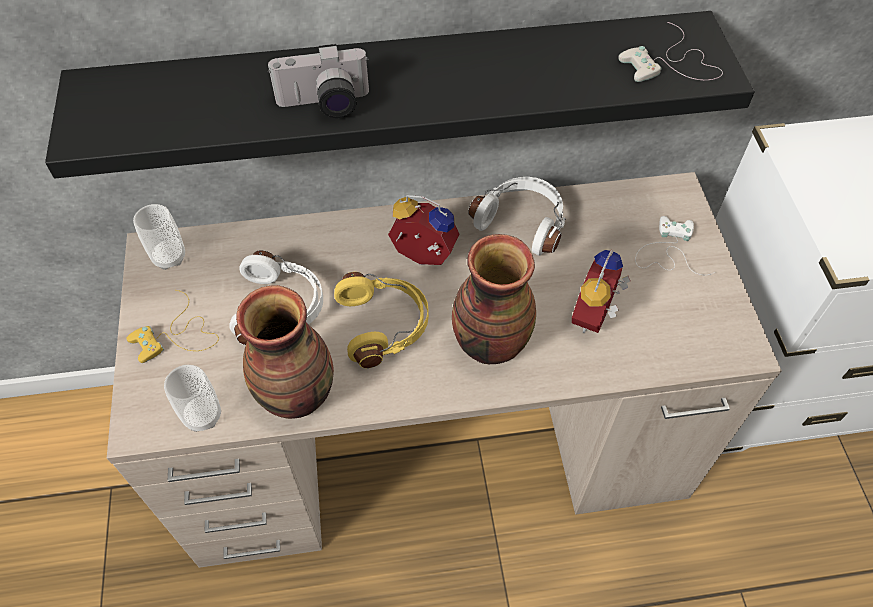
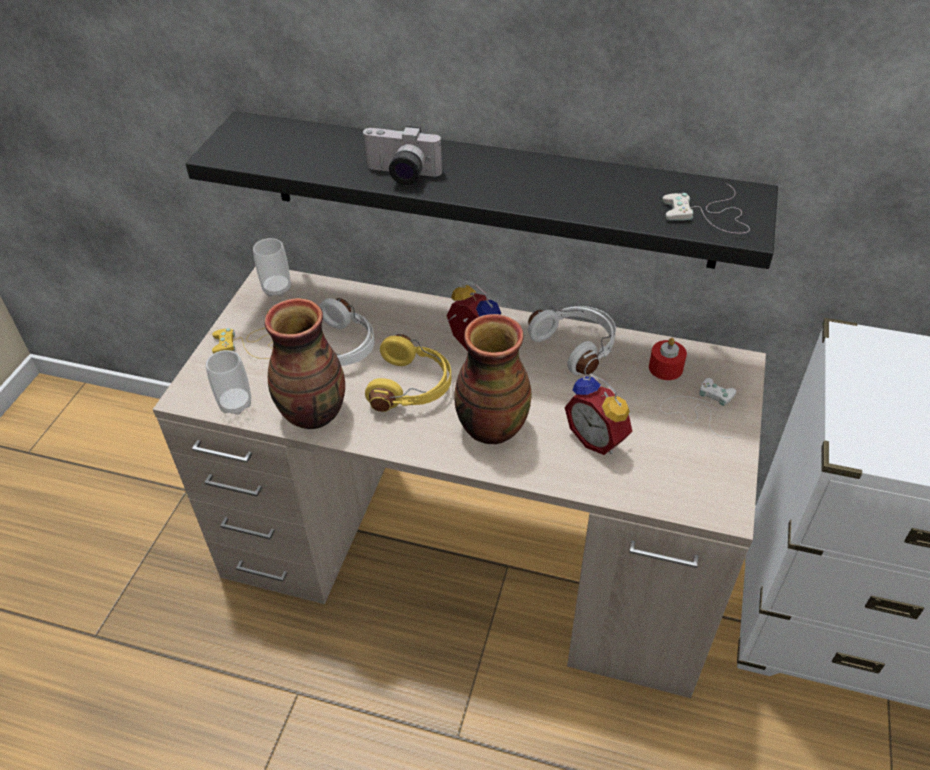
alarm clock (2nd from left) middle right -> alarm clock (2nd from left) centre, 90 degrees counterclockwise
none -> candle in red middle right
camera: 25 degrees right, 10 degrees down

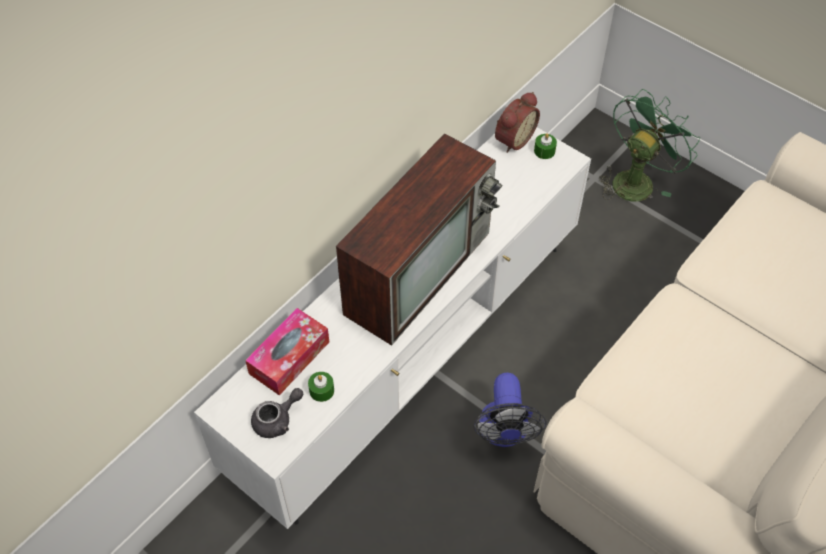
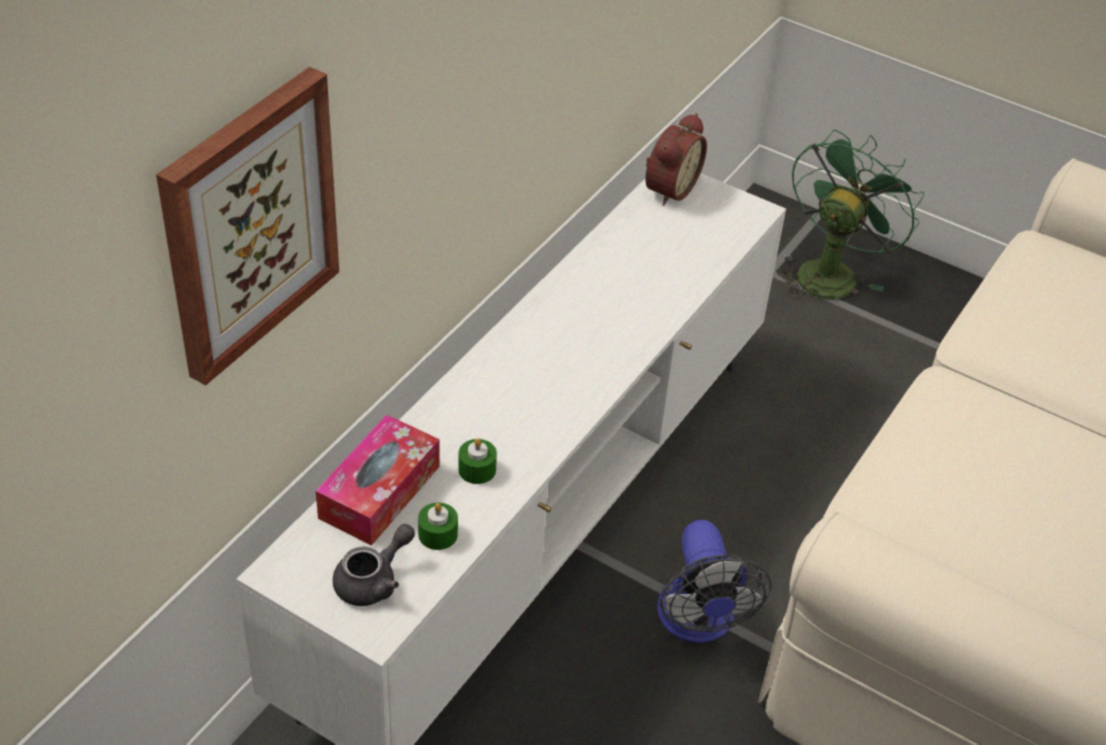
none -> picture top left
candle in green (2nd from left) top centre -> candle in green (2nd from left) centre, moved
television centre -> none
camera: 10 degrees left, 10 degrees down

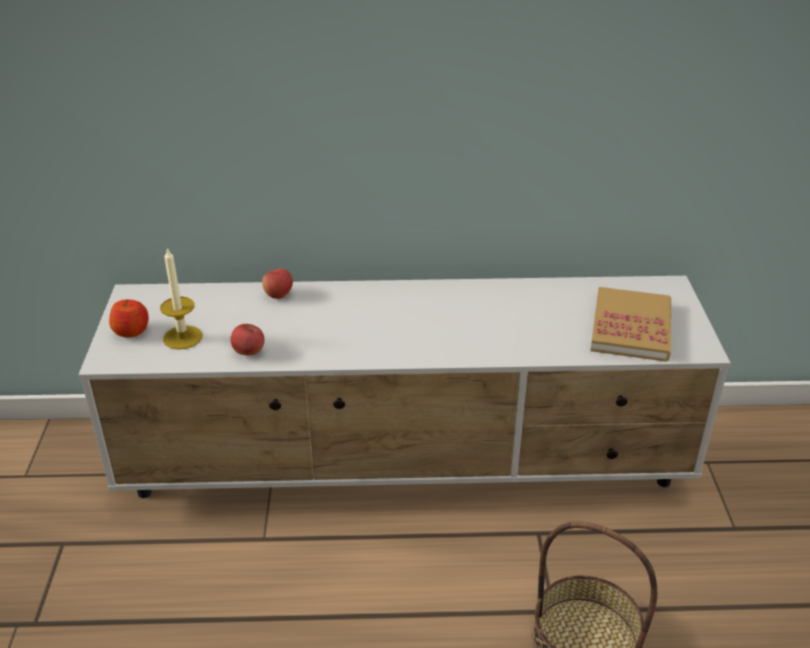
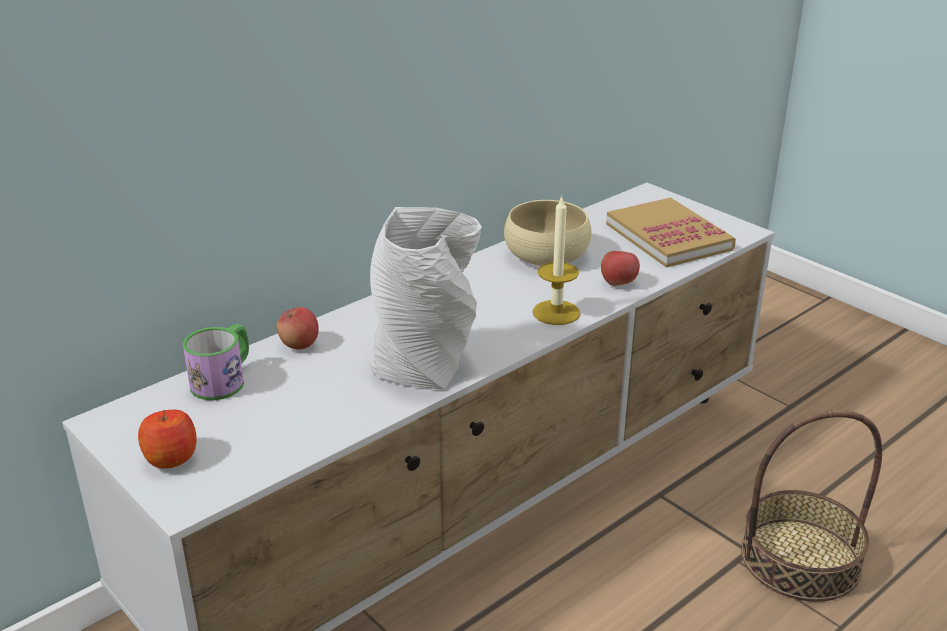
none -> mug middle left
none -> vase in grey centre
none -> bowl in beige centre
candle middle left -> candle centre, moved
apple (2nd from left in the first image) middle left -> apple (3rd from left) centre, moved
camera: 40 degrees left, 5 degrees down

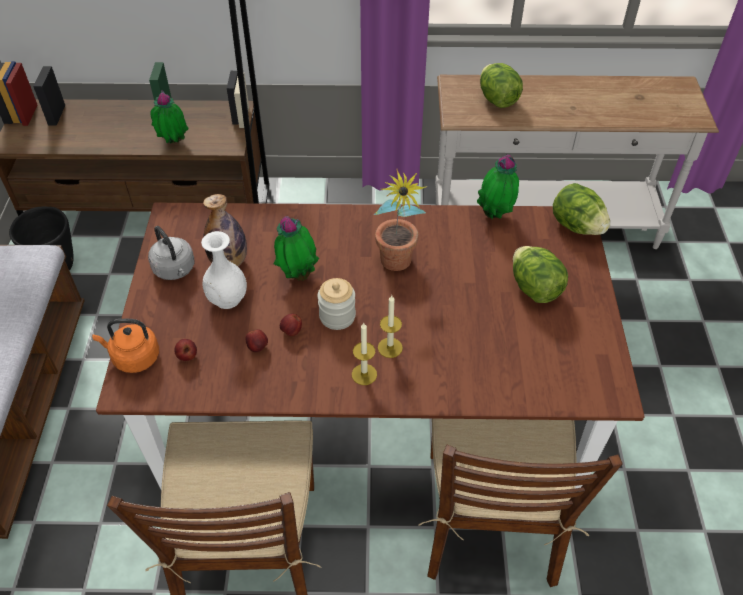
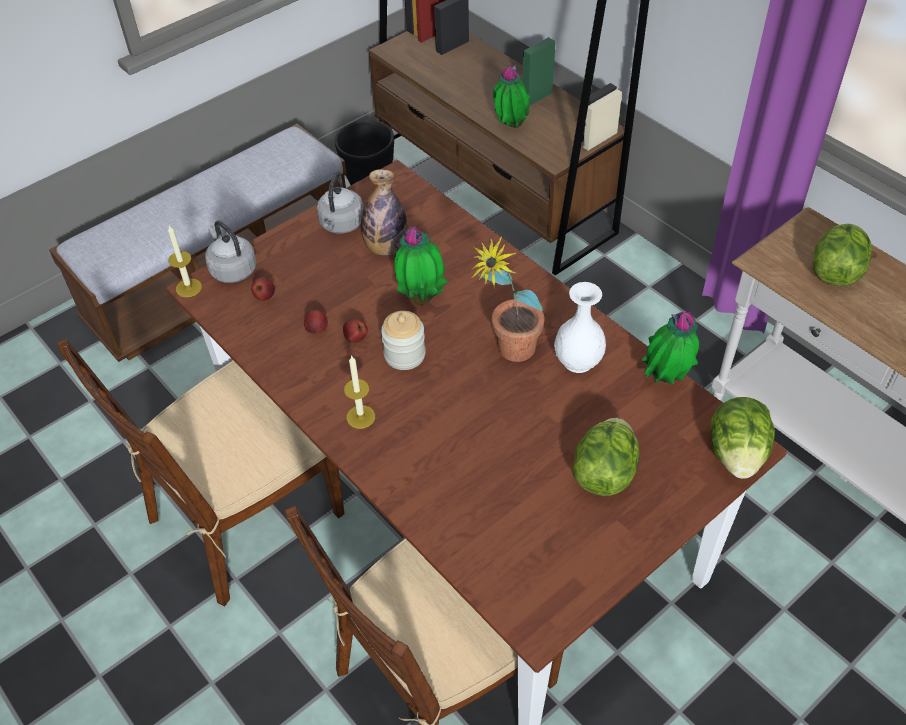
candle (2nd from left in the first image) centre -> candle (1st from left) middle left, moved
kettle in orange middle left -> kettle in grey (1st from left) middle left
vase in white middle left -> vase in white centre, moved
camera: 50 degrees right, 0 degrees up

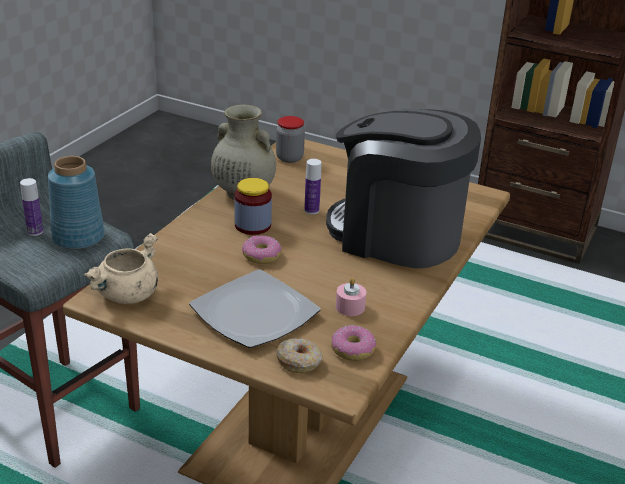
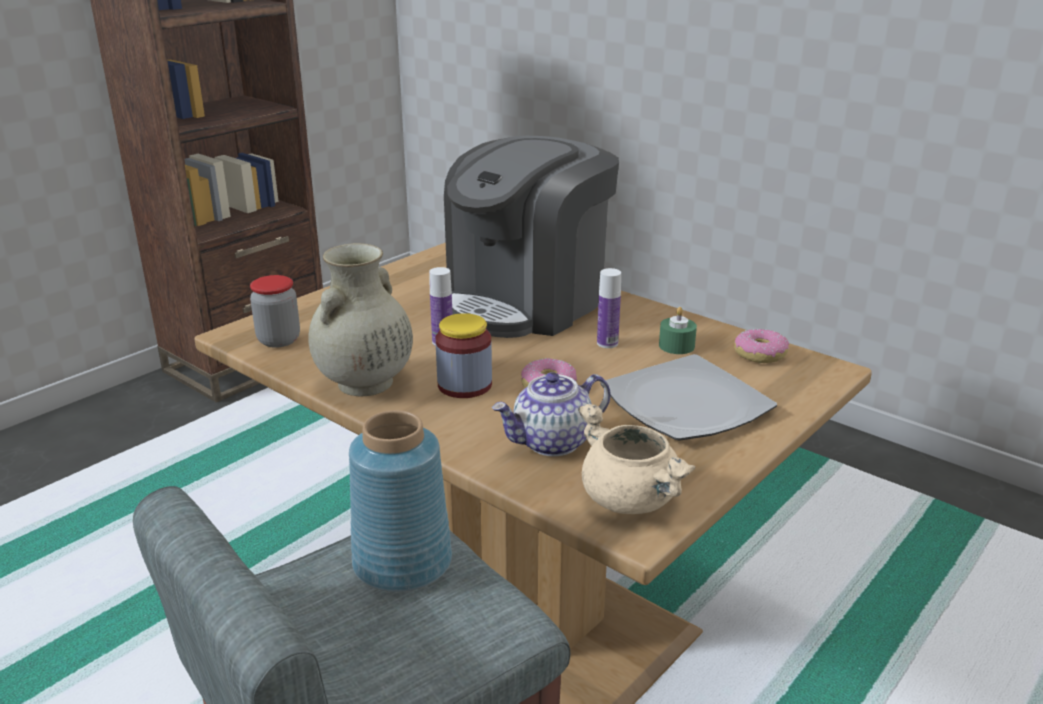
none -> teapot centre
bottle (1st from left in the first image) middle left -> bottle (2nd from left) centre, moved
candle in pink centre -> candle in green centre
donut (2nd from left) bottom centre -> none
camera: 75 degrees left, 5 degrees down

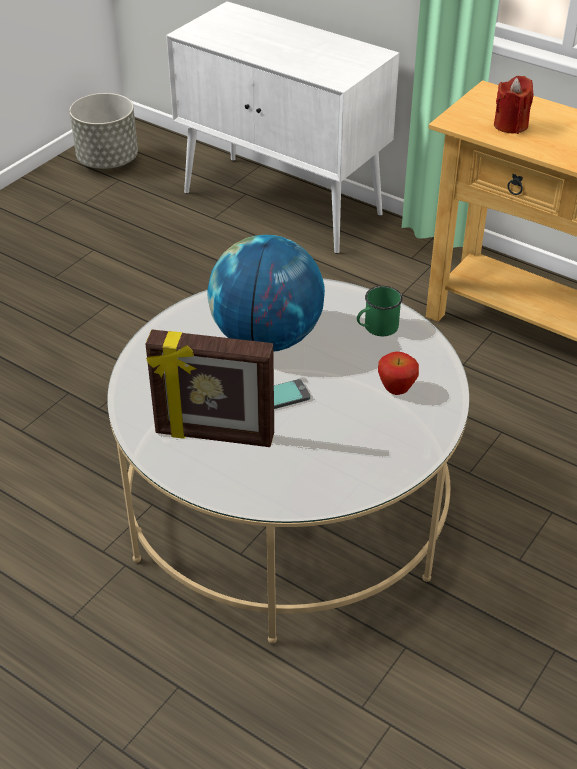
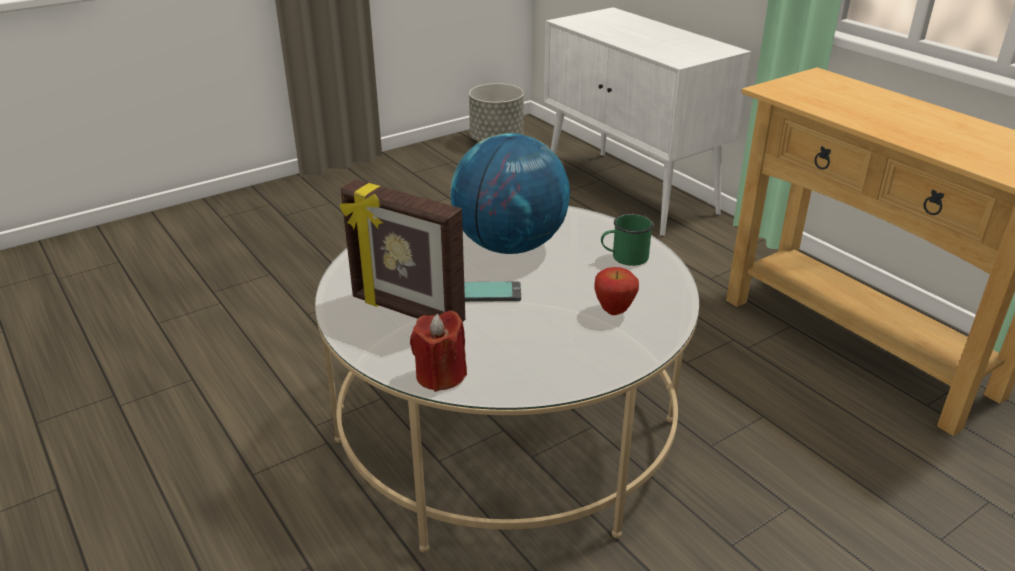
candle in red top right -> candle in red centre, moved
camera: 20 degrees right, 10 degrees down

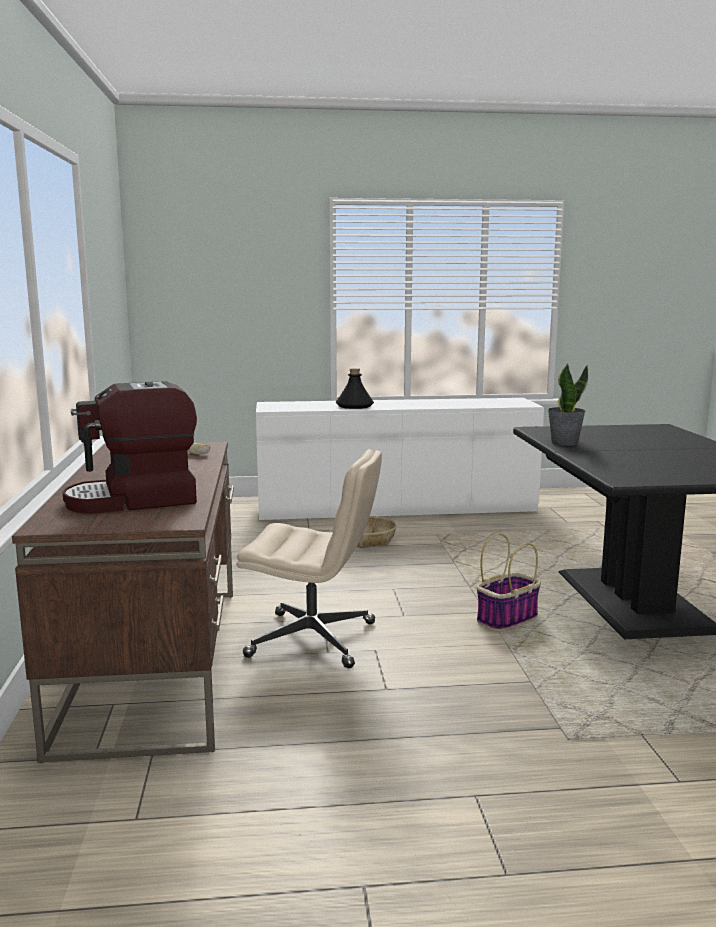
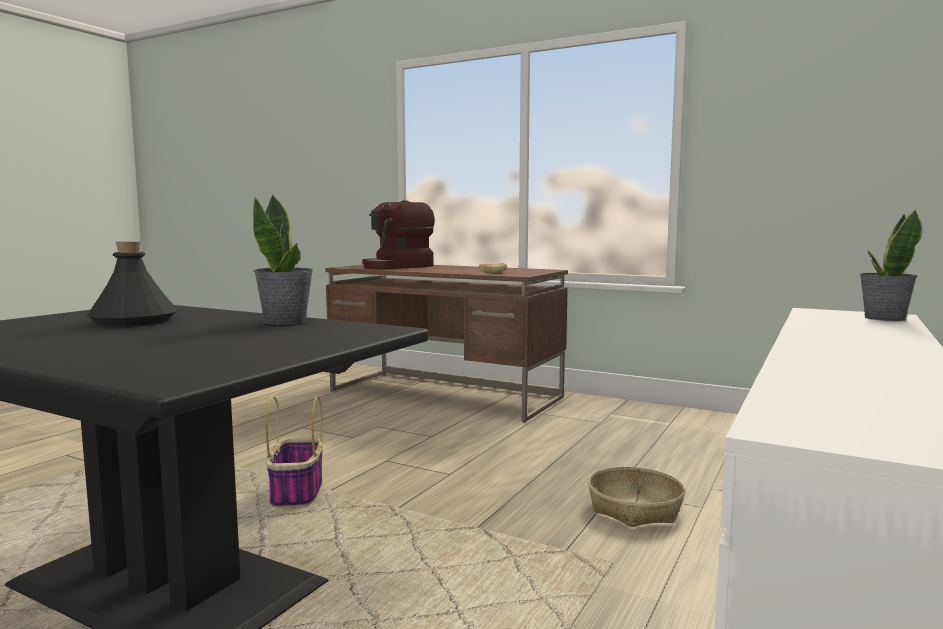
bottle in black centre -> bottle in black middle left, moved
coffee machine middle left -> coffee machine centre, 150 degrees counterclockwise
none -> potted plant (2nd from left) middle right
office chair in beige centre -> none
camera: 125 degrees right, 5 degrees down

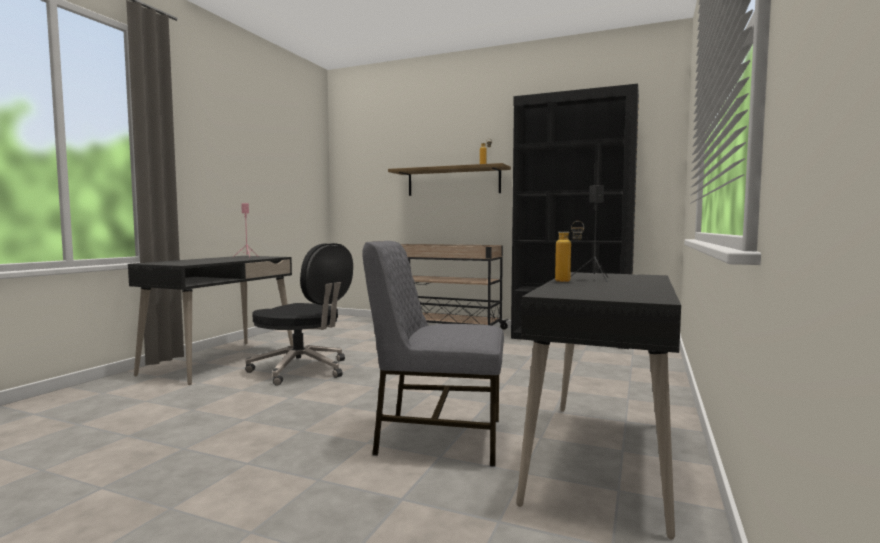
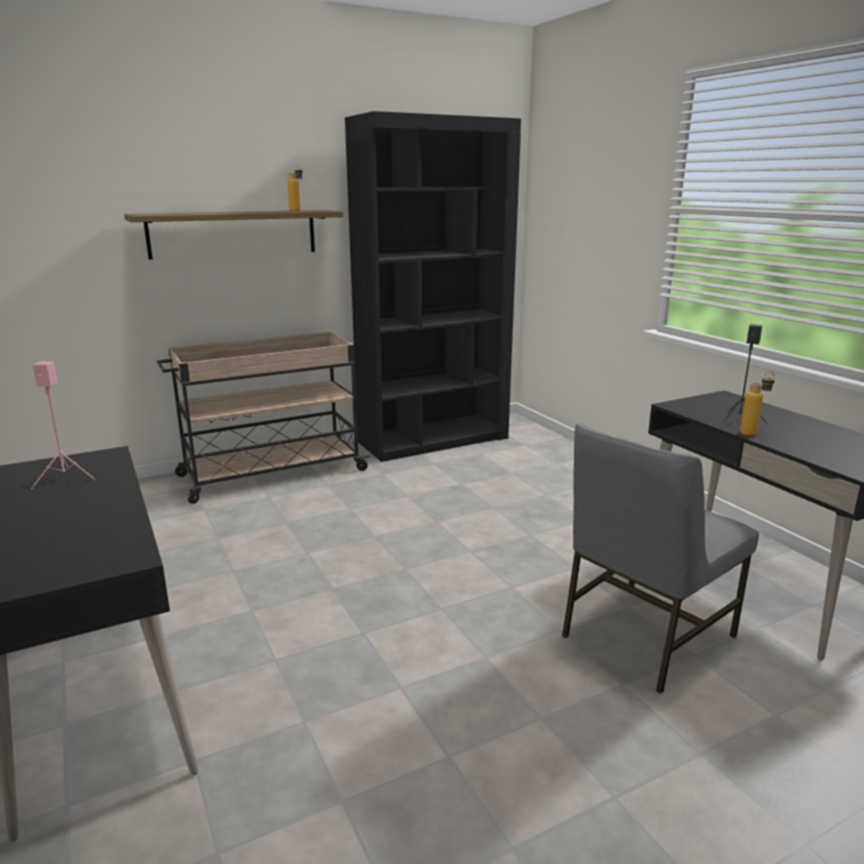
office chair in black centre -> none
camera: 50 degrees left, 15 degrees up

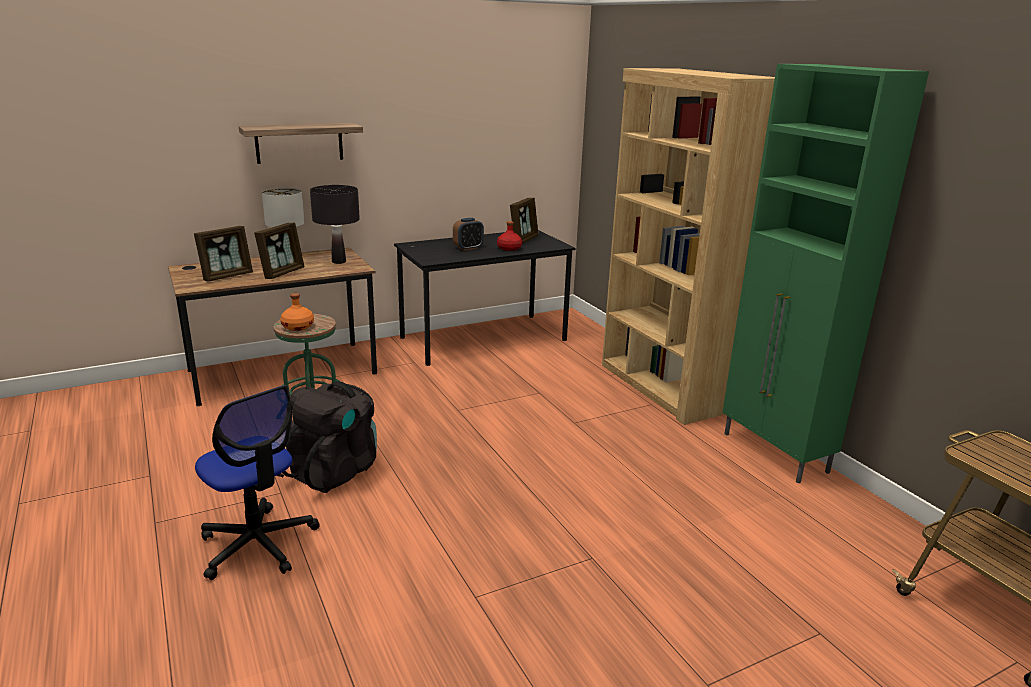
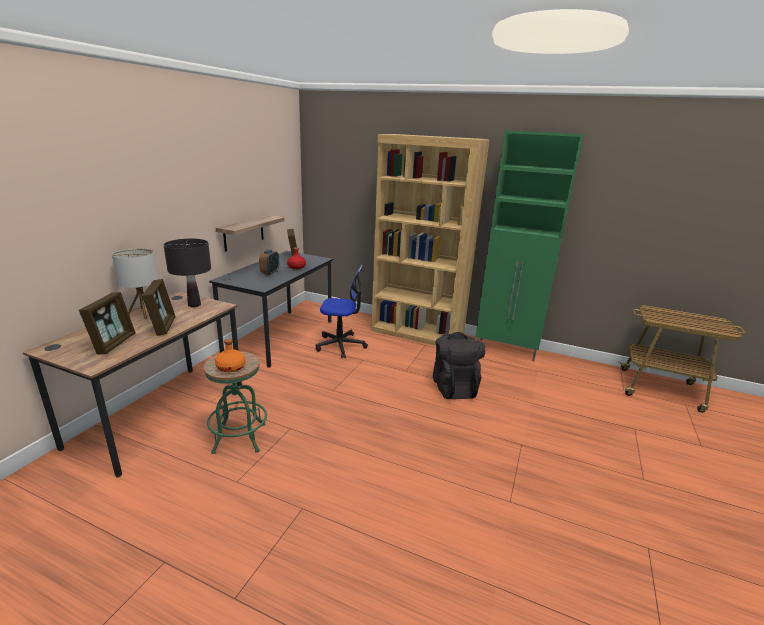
shelf top left -> shelf middle left, moved
office chair bottom left -> office chair centre, moved
backpack in black middle left -> backpack in black centre, moved
camera: 40 degrees left, 0 degrees up

